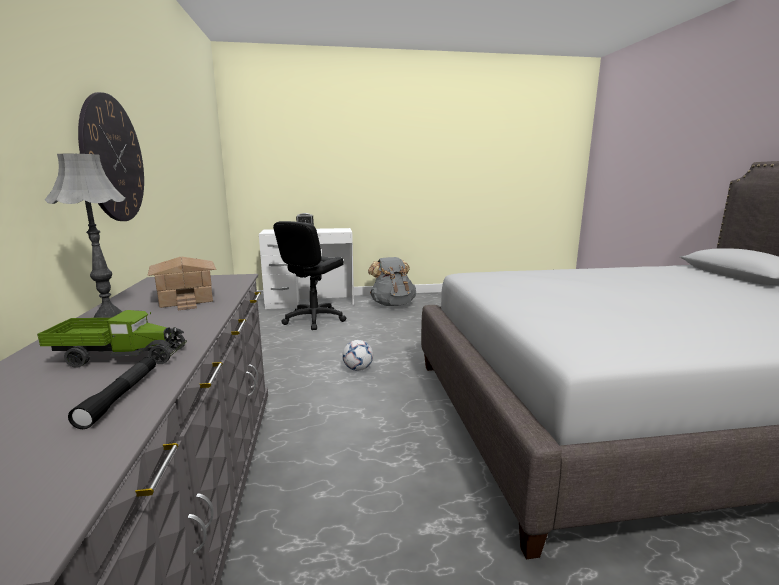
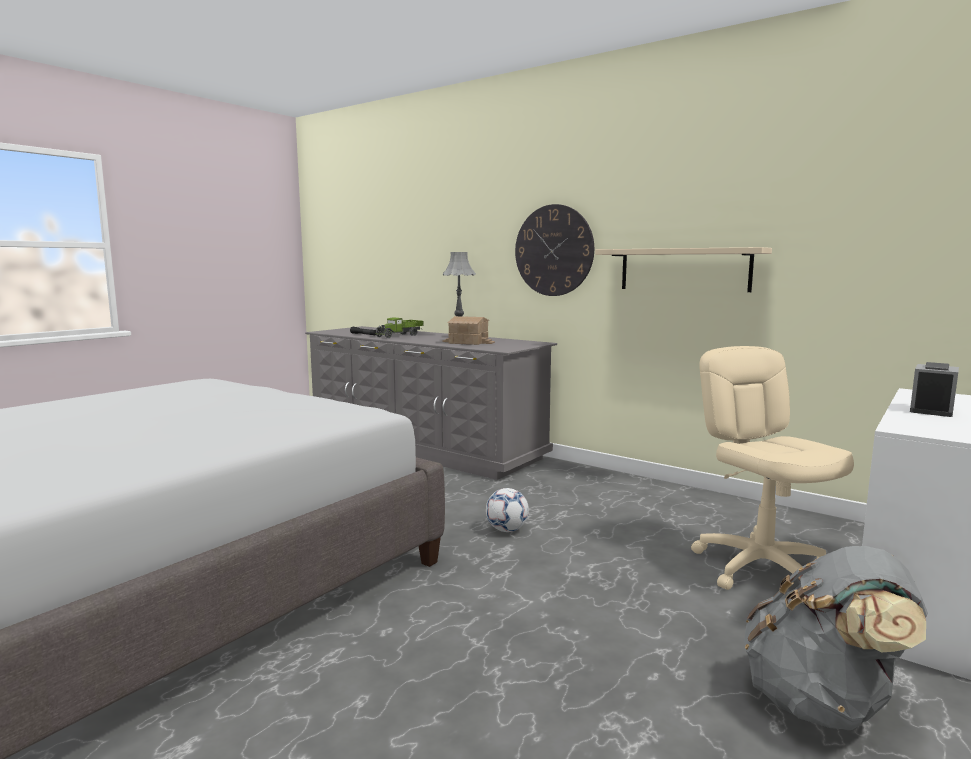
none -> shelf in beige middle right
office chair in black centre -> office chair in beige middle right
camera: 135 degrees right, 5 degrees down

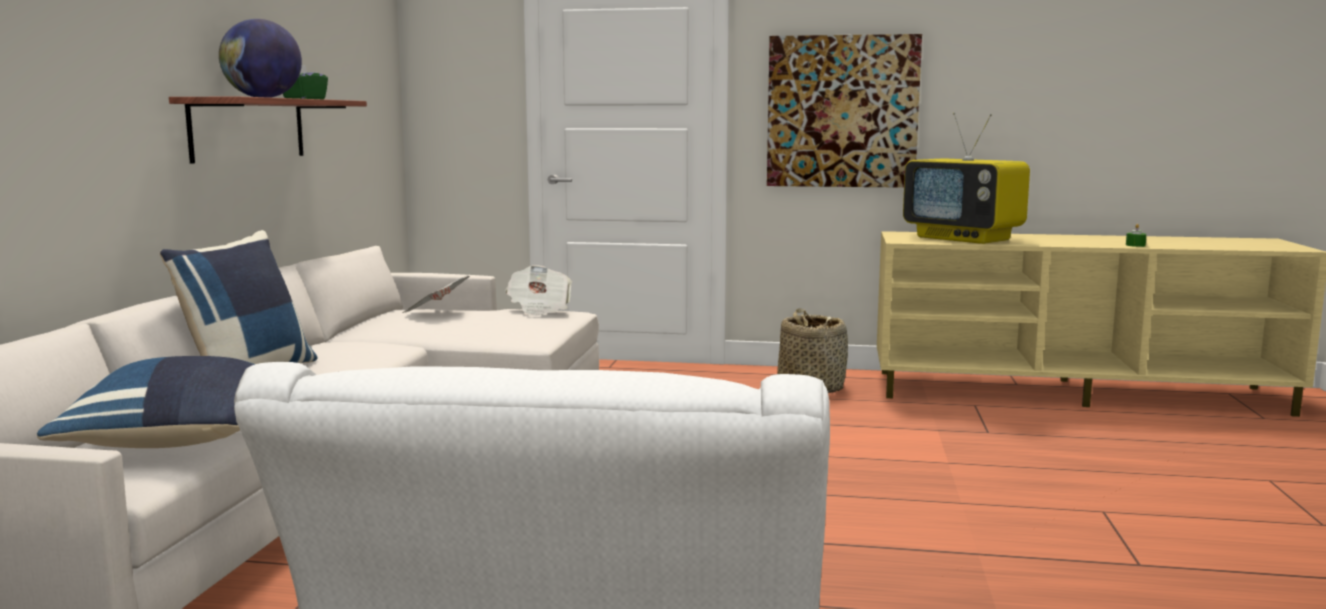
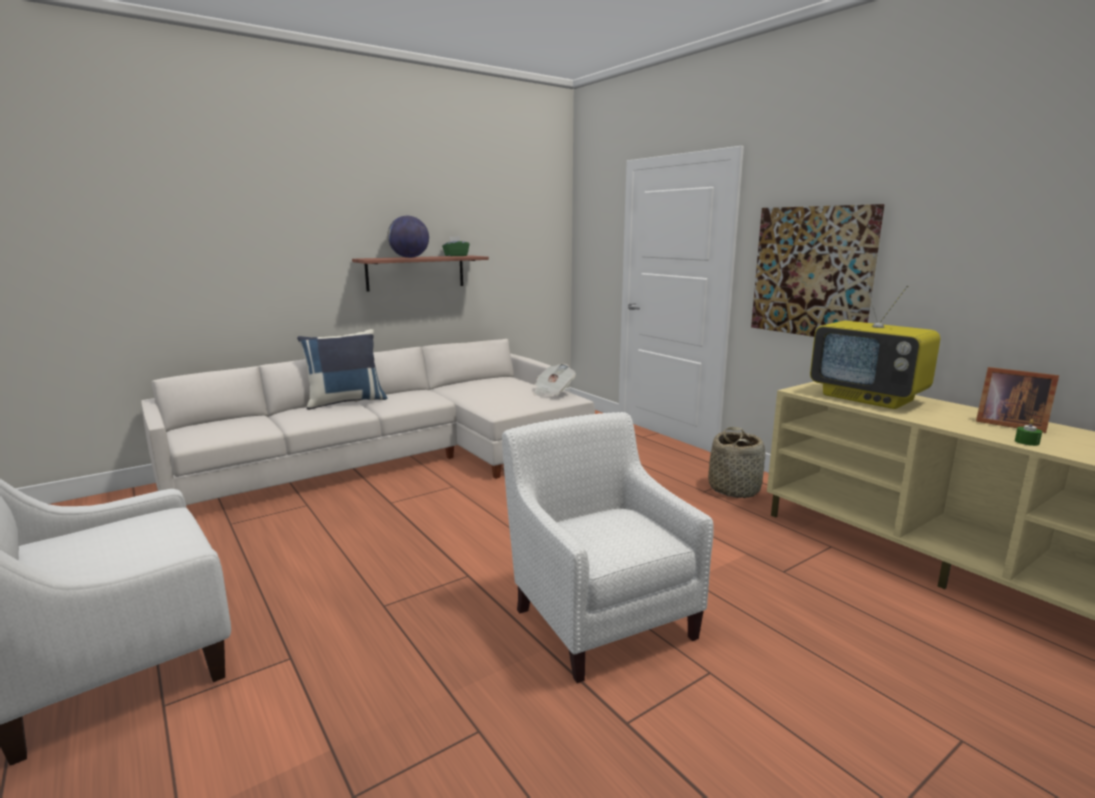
none -> armchair in white (2nd from left) bottom centre
television top right -> television middle right, 45 degrees counterclockwise
none -> picture frame middle right
pillow in blue (1st from left) middle left -> none
newspaper (1st from left) middle left -> none
camera: 45 degrees right, 5 degrees up

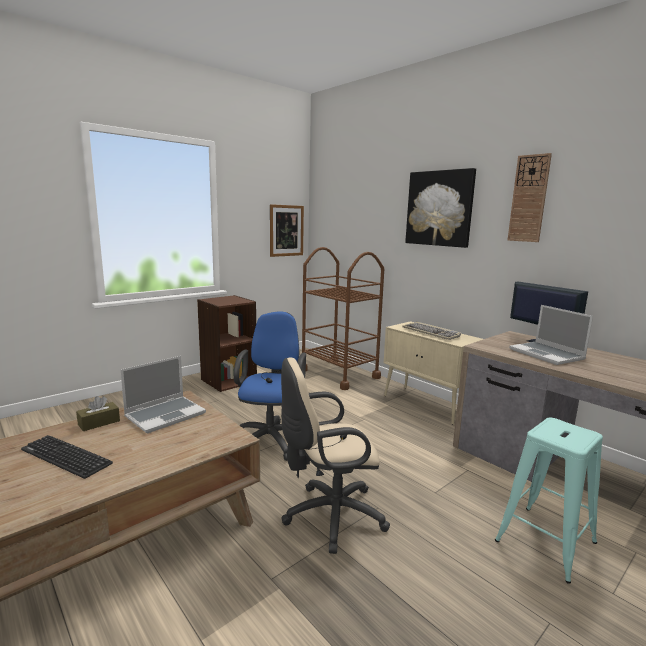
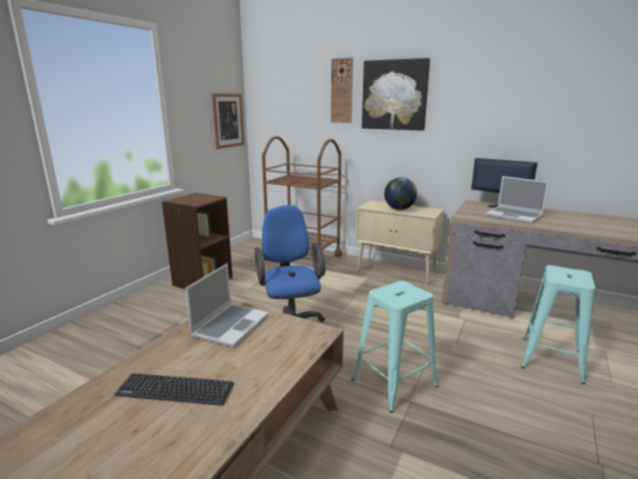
wall clock top right -> wall clock top centre, moved
office chair in beige bottom centre -> stool in turquoise (1st from left) bottom centre
keyboard (2nd from left) middle right -> globe centre
tissue box in brown middle left -> none
camera: 20 degrees left, 5 degrees up

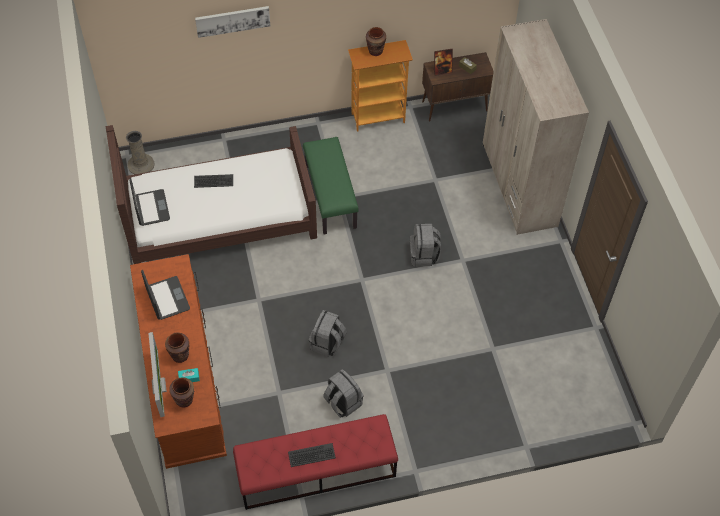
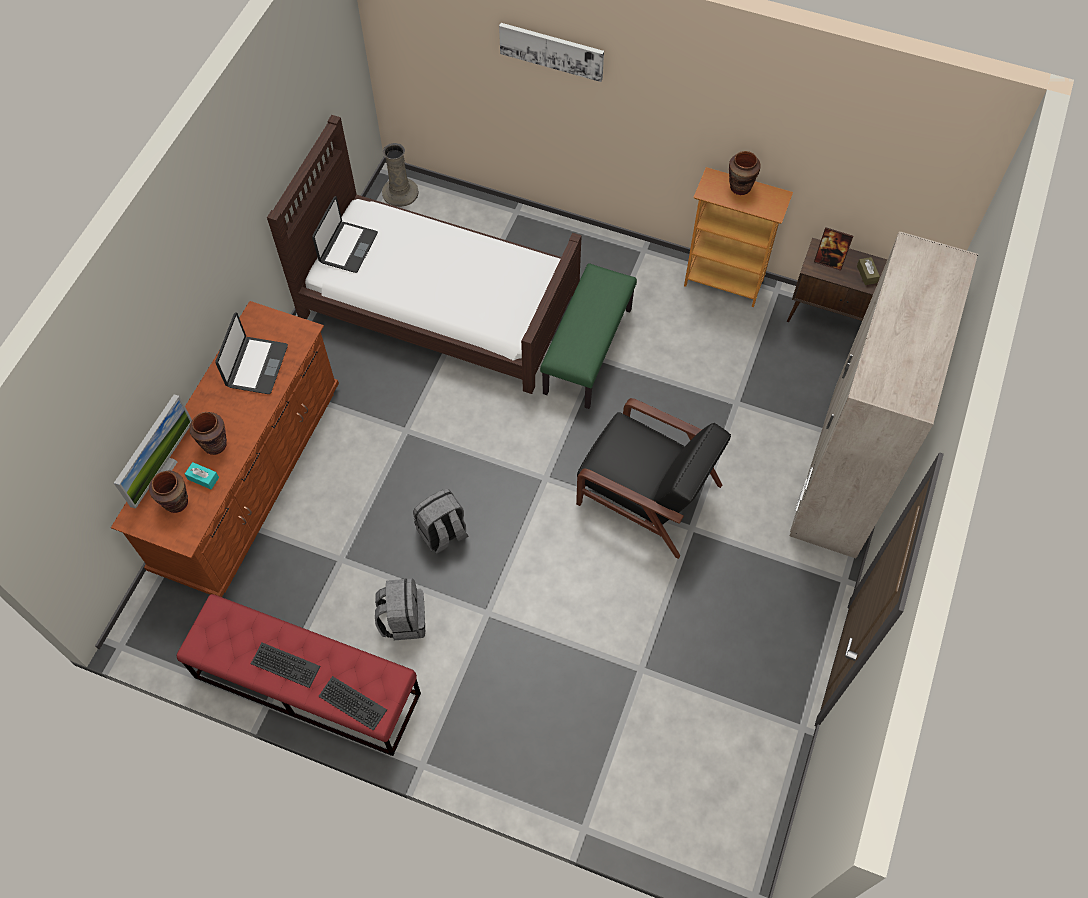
keyboard (1st from left in the first image) middle left -> keyboard (2nd from left) bottom left, moved
backpack in grey (3rd from left) centre -> armchair in black centre
camera: 35 degrees right, 5 degrees up

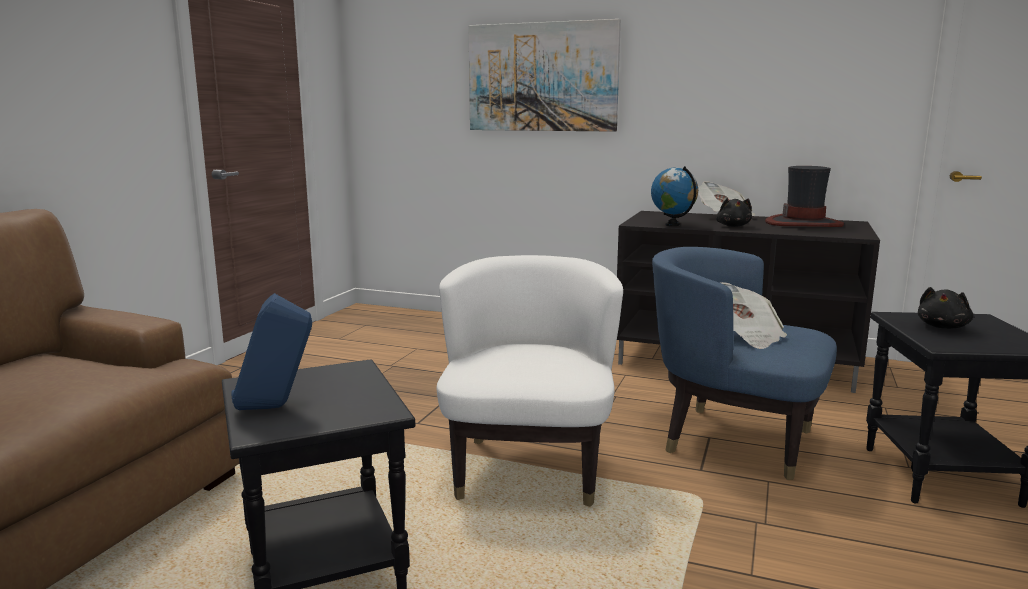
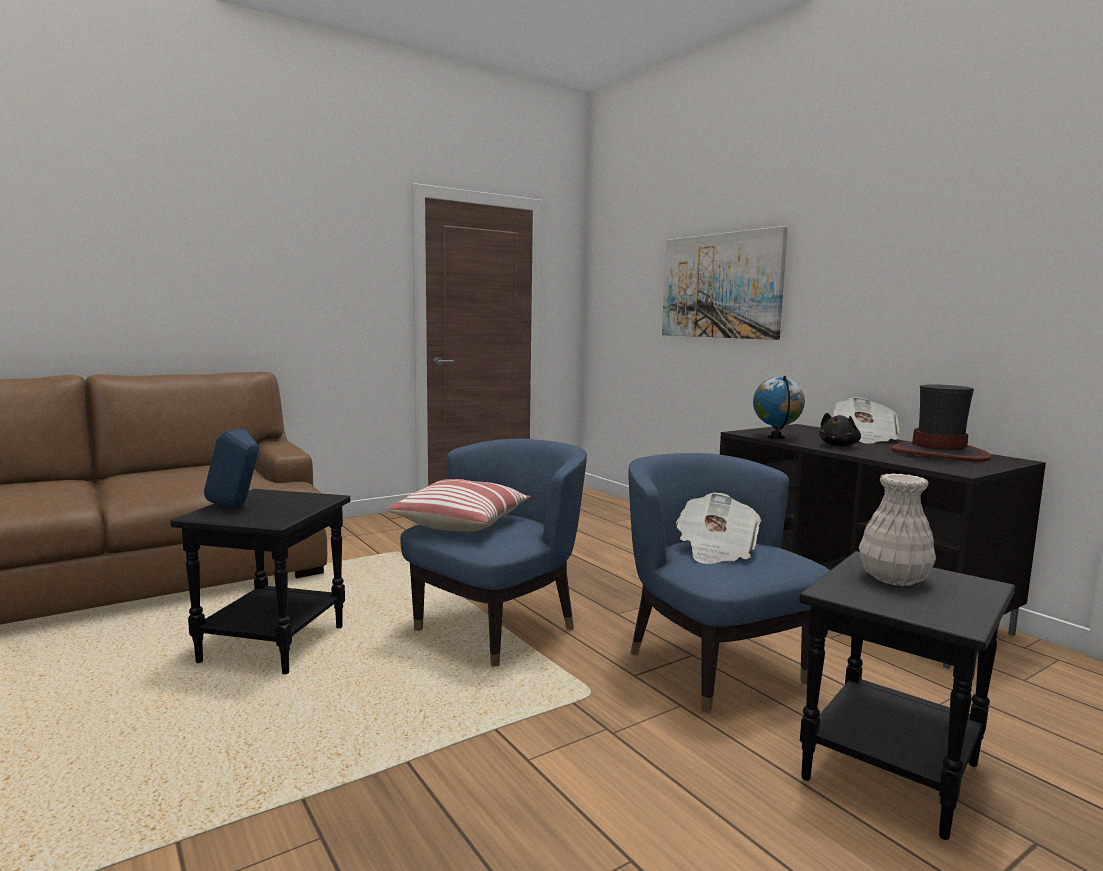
none -> pillow centre
armchair in white centre -> armchair in blue (1st from left) centre
plush toy in black (2nd from left) middle right -> vase in white middle right
camera: 35 degrees right, 5 degrees down

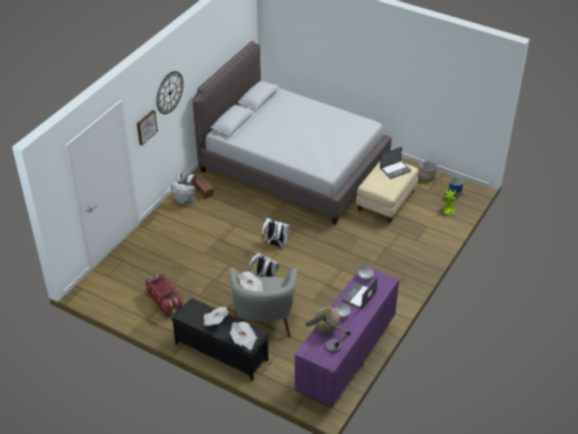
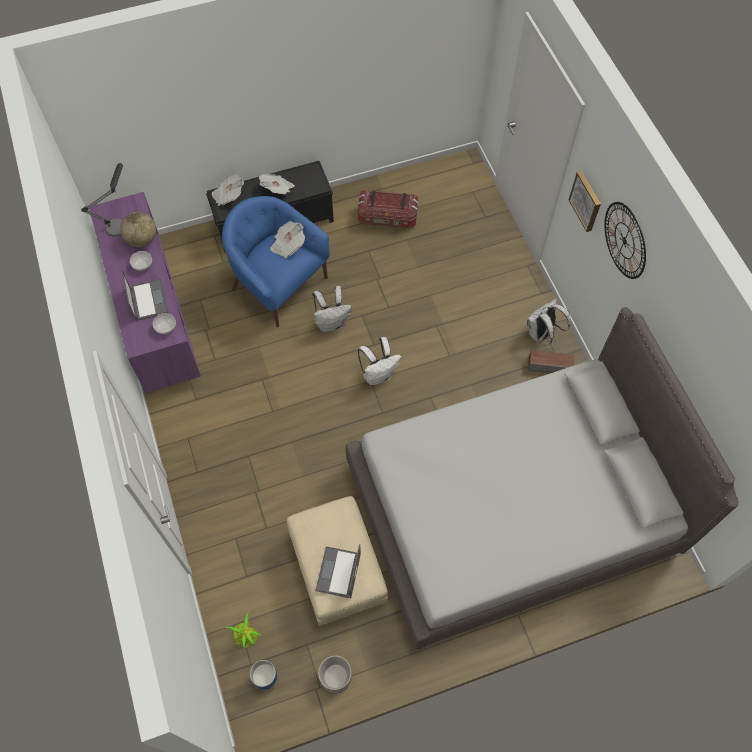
armchair in grey bottom centre -> armchair in blue centre
camera: 130 degrees right, 20 degrees up

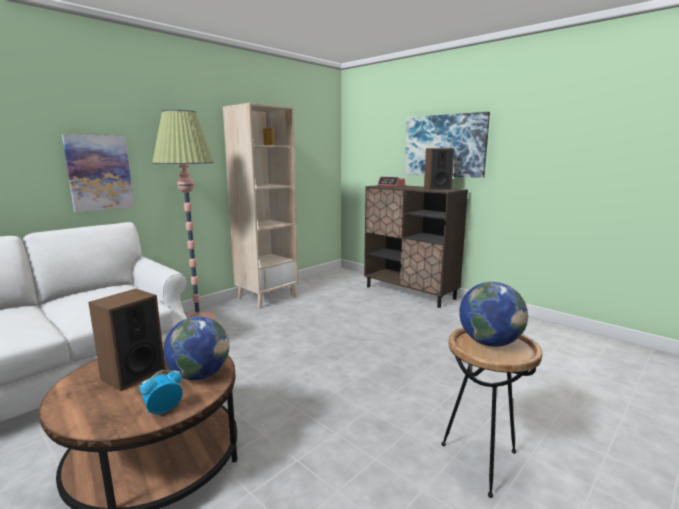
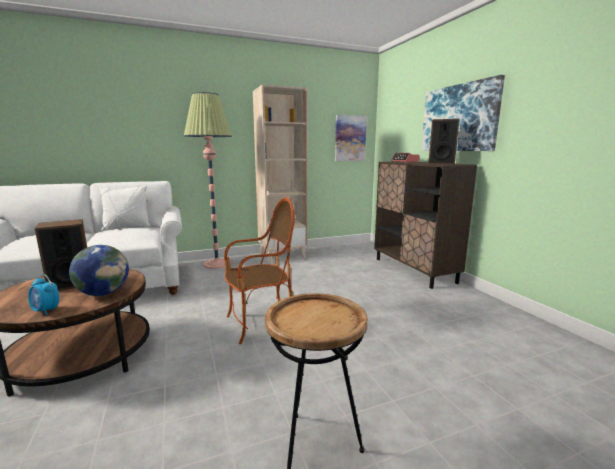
alarm clock (1st from left) bottom left -> alarm clock (1st from left) middle left, 135 degrees counterclockwise
none -> pillow in white middle left
none -> armchair centre
picture (1st from left) middle left -> picture (1st from left) top centre, moved
globe (2nd from left) middle right -> none
camera: 25 degrees right, 0 degrees up

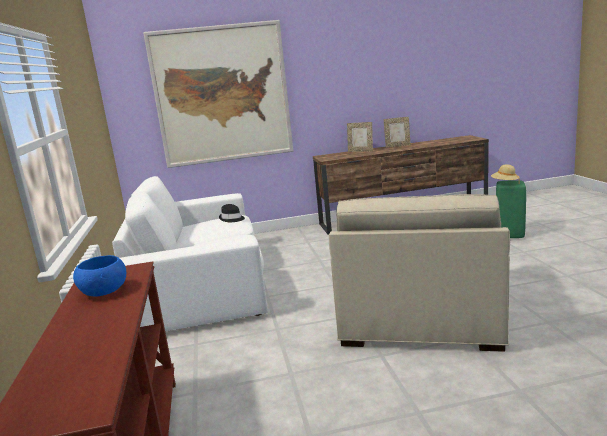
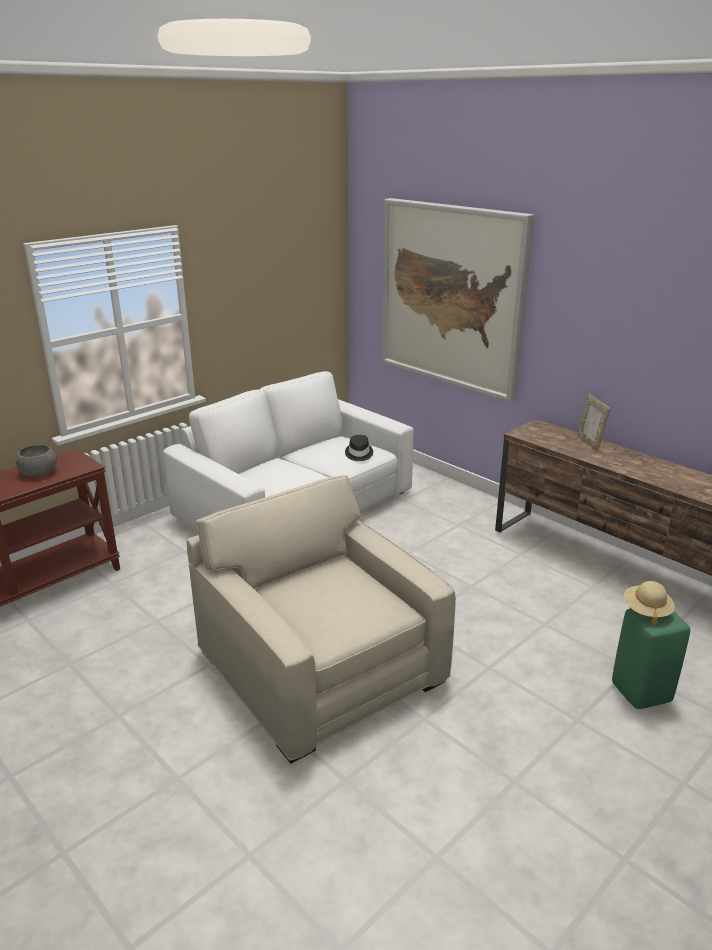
bowl in blue middle left -> bowl in grey middle left
armchair in beige middle right -> armchair in beige centre, 75 degrees clockwise
picture frame (2nd from left) top centre -> none
camera: 55 degrees right, 10 degrees up

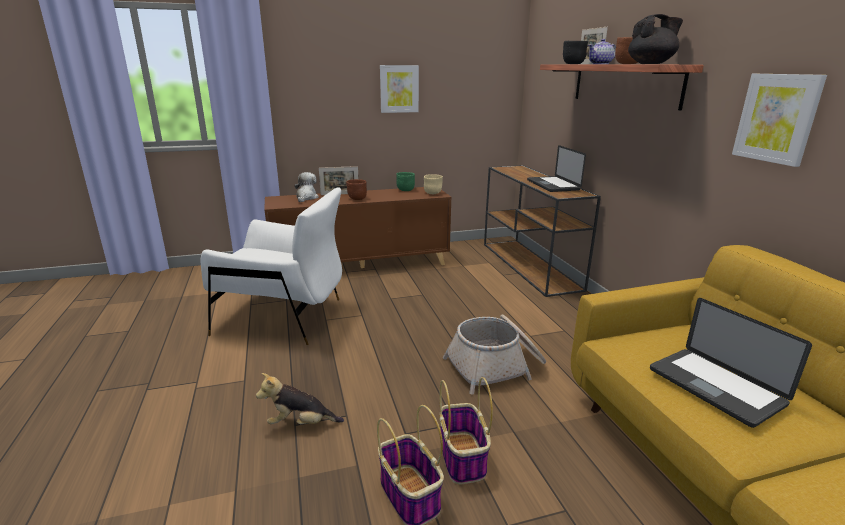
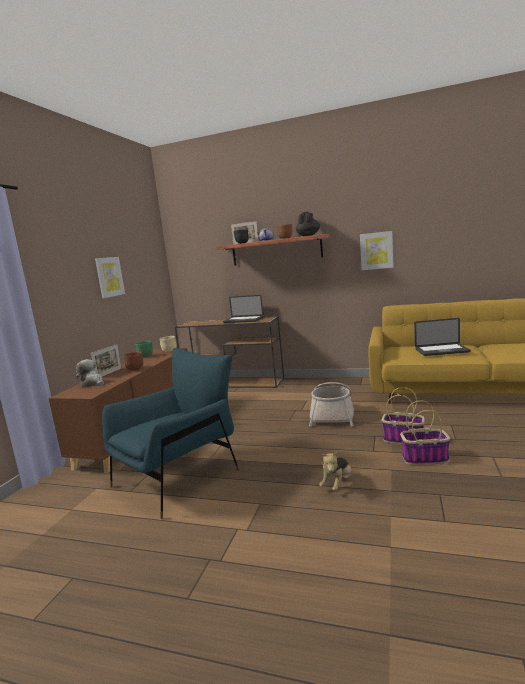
armchair in white middle left -> armchair in blue middle left
camera: 55 degrees left, 10 degrees down

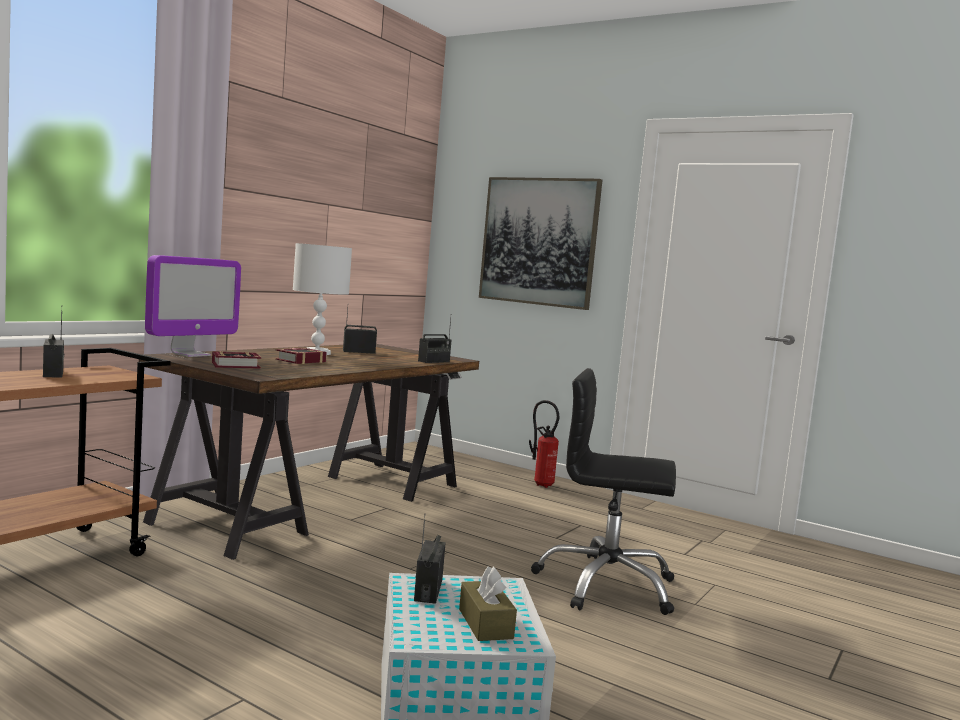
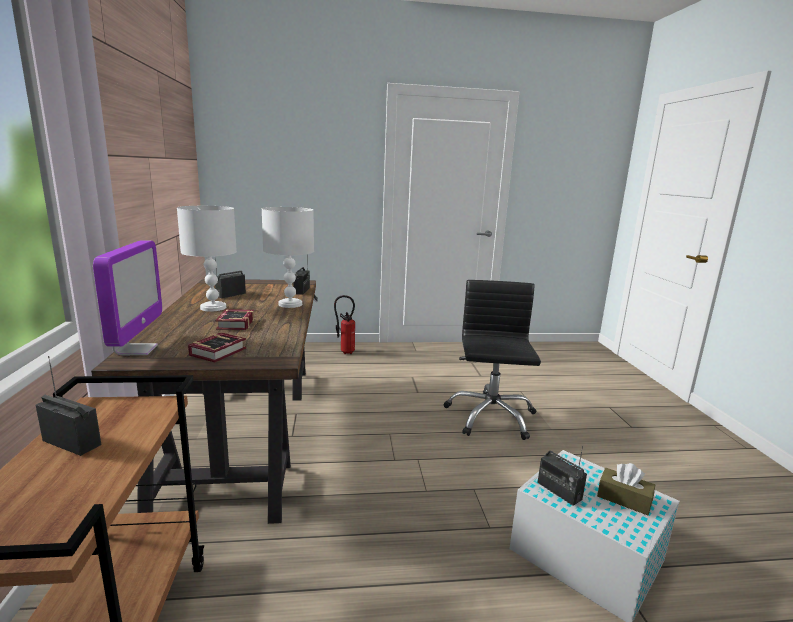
none -> table lamp in white (2nd from left) centre
office chair in black bottom centre -> office chair in black centre, 120 degrees clockwise
picture centre -> none
camera: 40 degrees left, 10 degrees up

